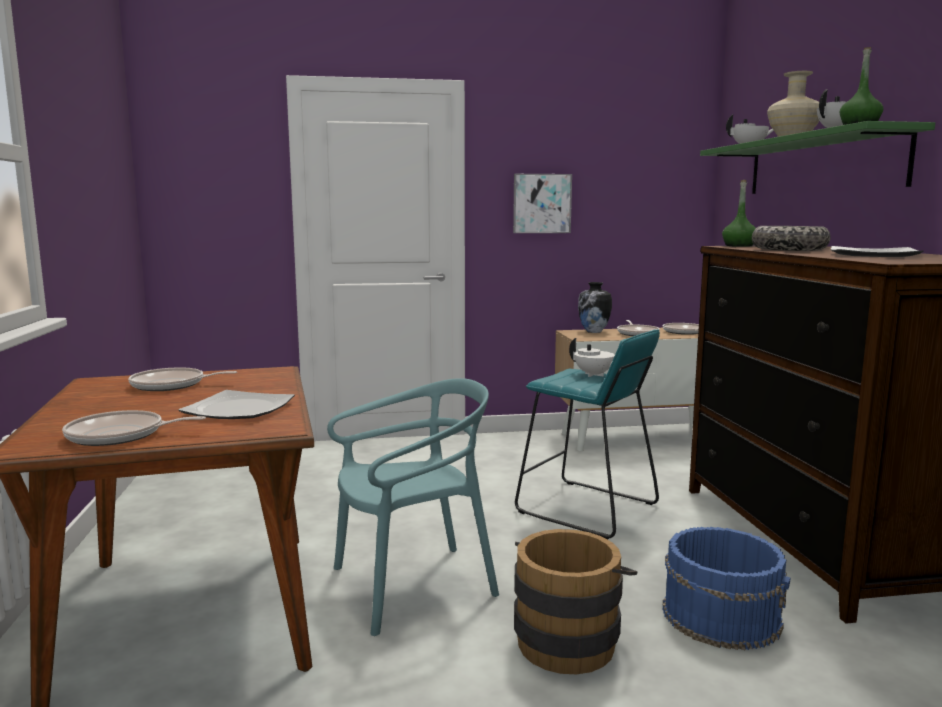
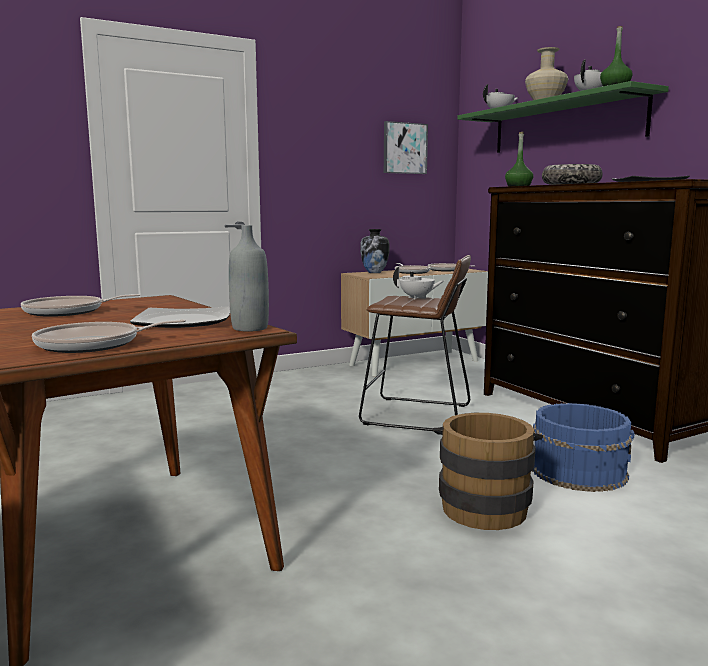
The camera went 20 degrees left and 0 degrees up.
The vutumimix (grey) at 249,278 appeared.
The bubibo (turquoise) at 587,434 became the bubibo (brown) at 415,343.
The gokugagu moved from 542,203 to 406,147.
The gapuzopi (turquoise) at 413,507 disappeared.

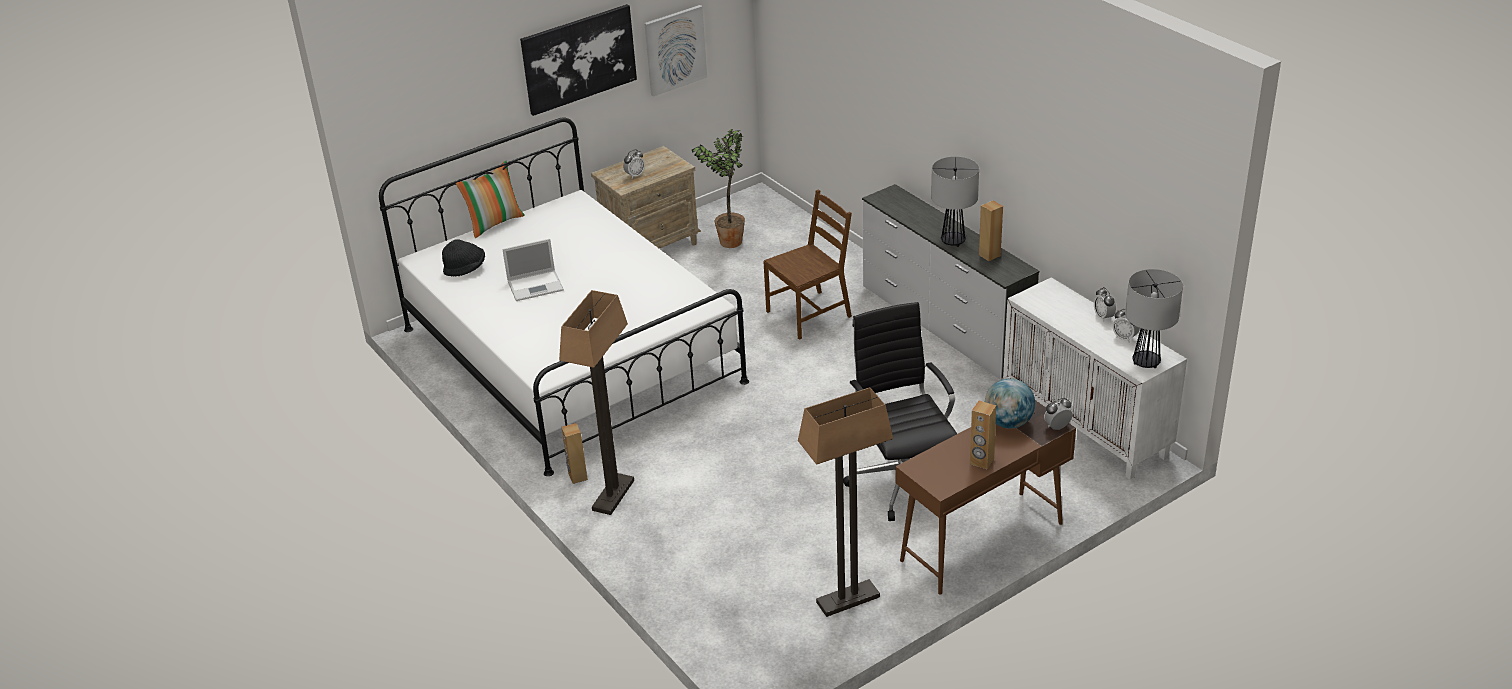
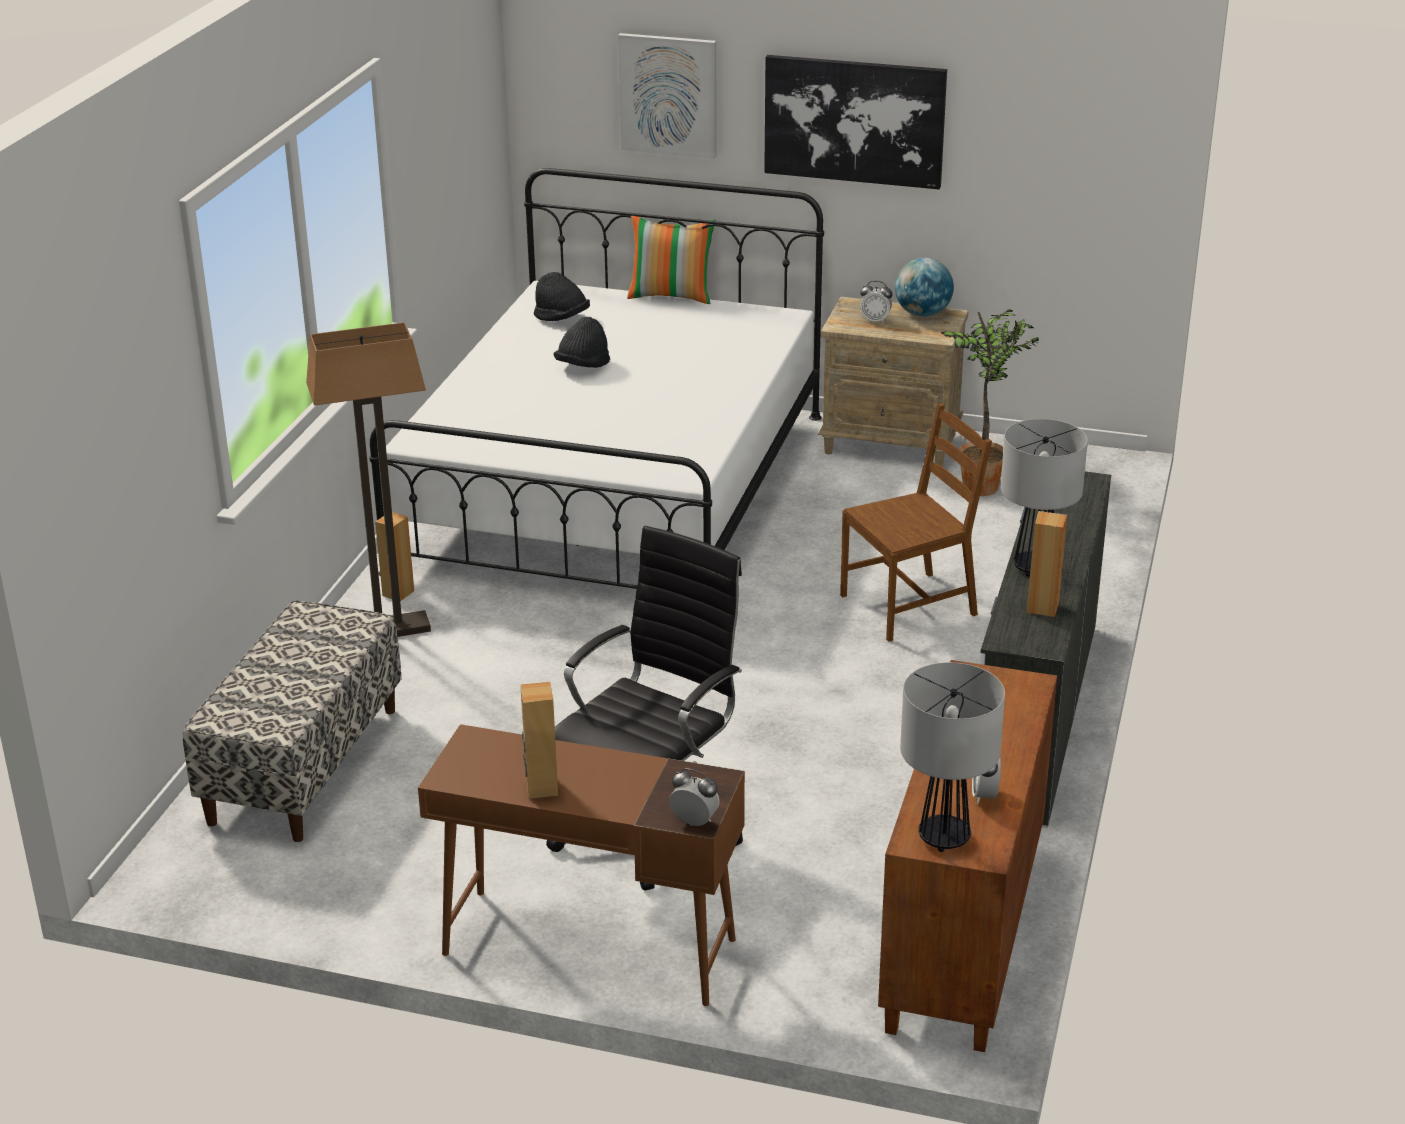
The camera went 50 degrees right and 5 degrees down.
The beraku at 292,721 appeared.
The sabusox at 533,270 was replaced by the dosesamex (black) at 581,342.
The gokugagu moved from 675,51 to 667,95.
The gapuzopi (brown) at 807,264 turned 45 degrees counterclockwise.
The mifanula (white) at 1095,378 became the mifanula (brown) at 967,856.
The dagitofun moved from 1010,403 to 924,287.
The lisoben at 845,502 disappeared.
The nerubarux at 1105,304 disappeared.

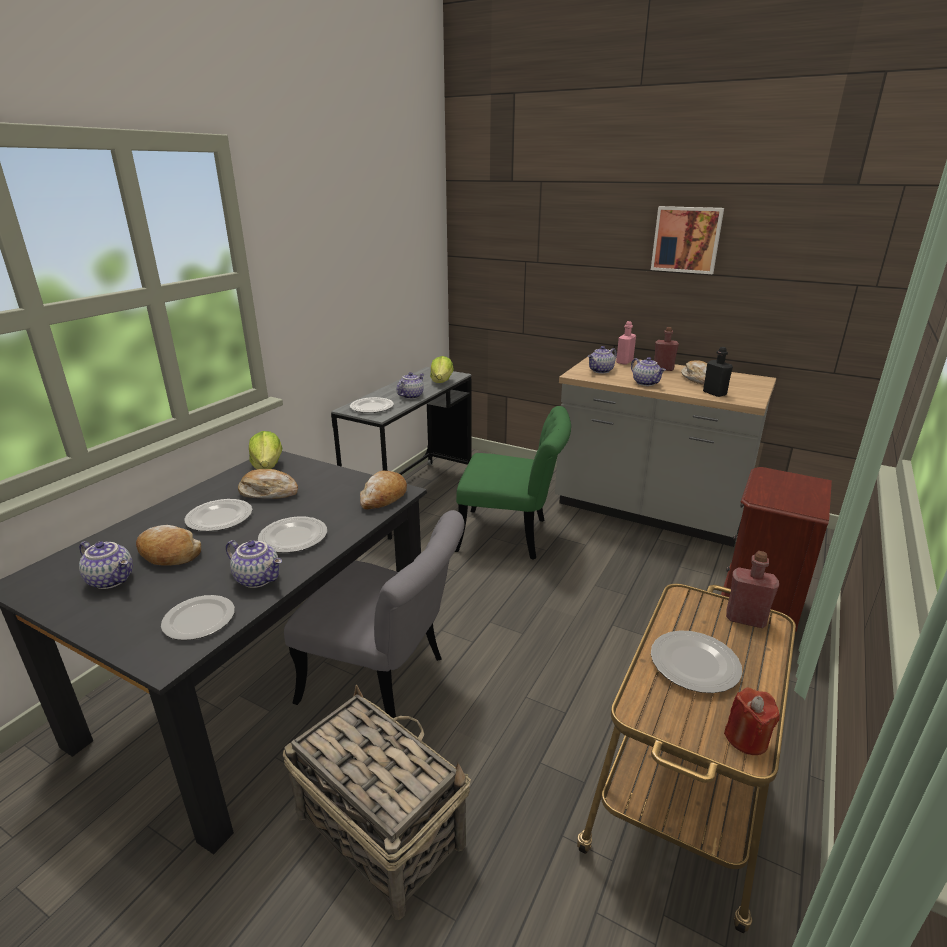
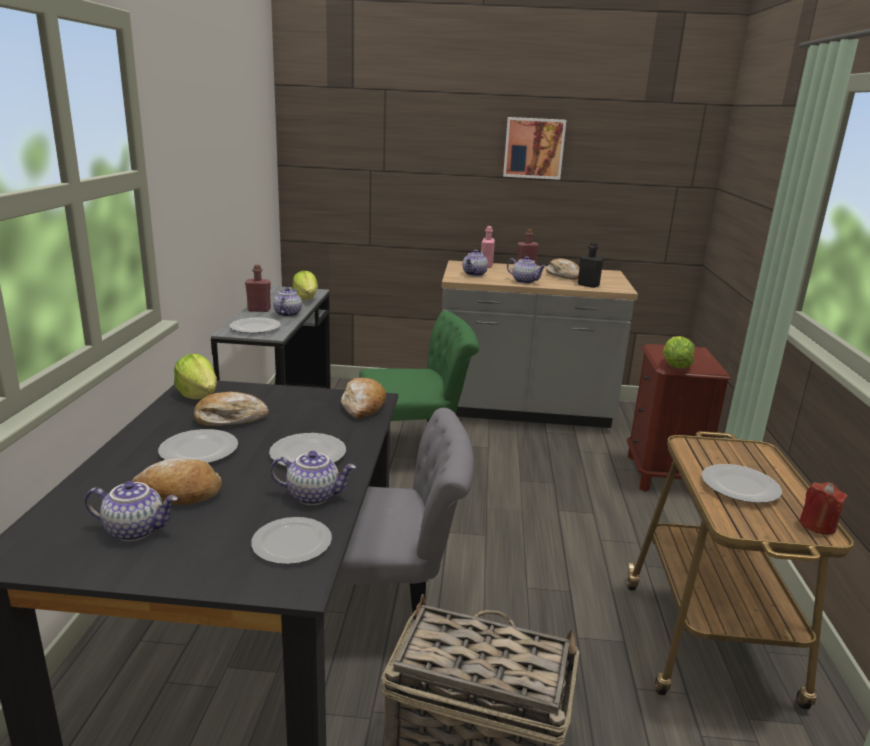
The camera went 25 degrees left and 5 degrees down.
The vutumimix (red) moved from 752,589 to 258,288.
The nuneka at 679,352 appeared.

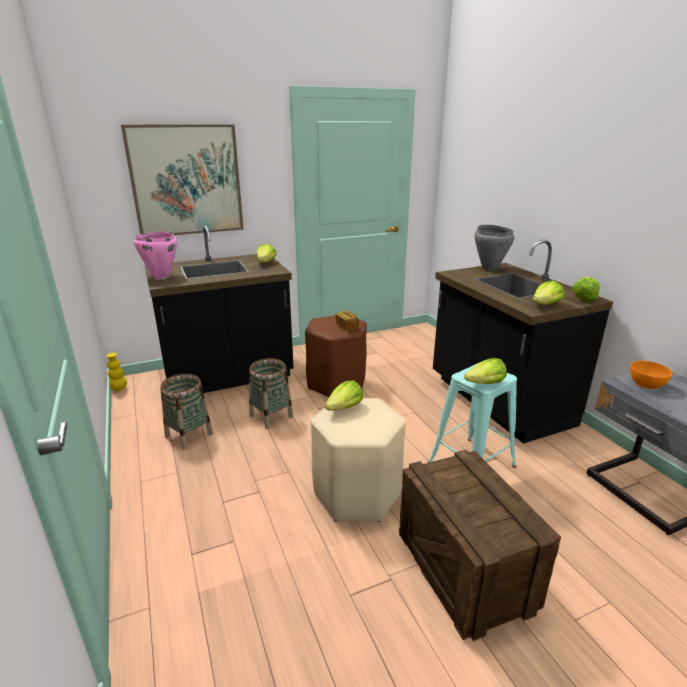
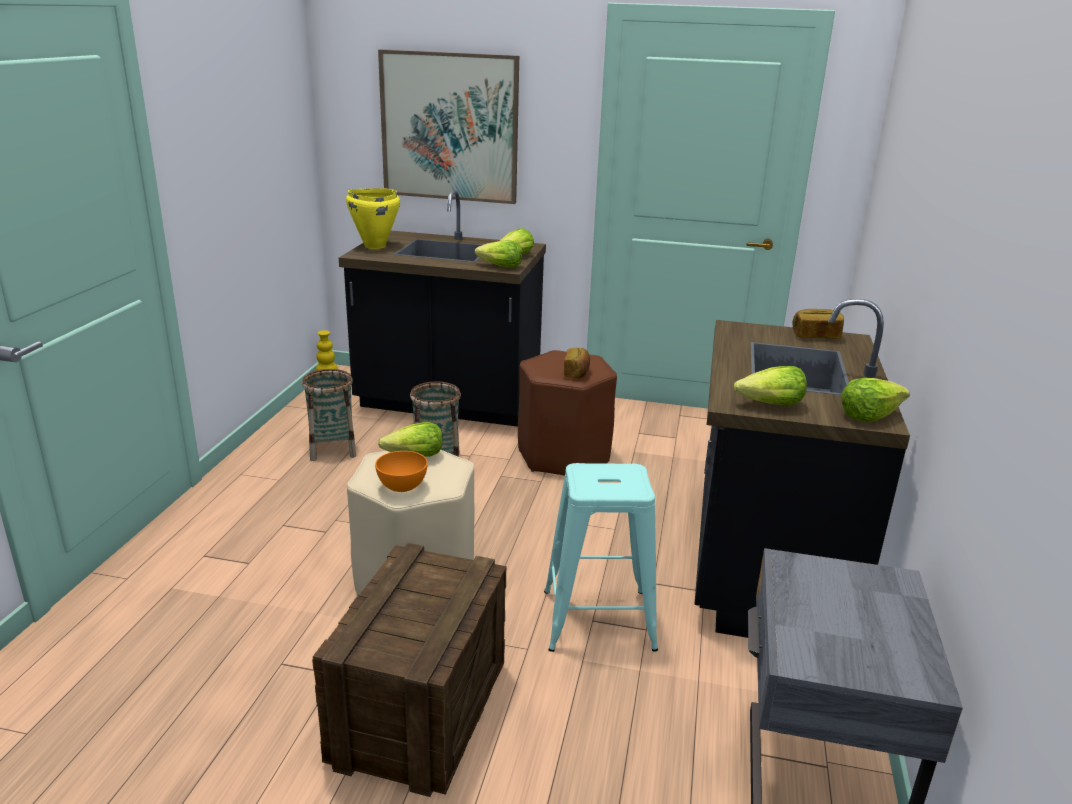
The camera went 35 degrees right and 0 degrees up.
The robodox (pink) at 155,255 became the robodox (yellow) at 373,218.
The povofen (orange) moved from 651,375 to 401,471.
The nuneka moved from 485,371 to 499,254.
The robodox (grey) at 494,248 was replaced by the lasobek at 818,324.

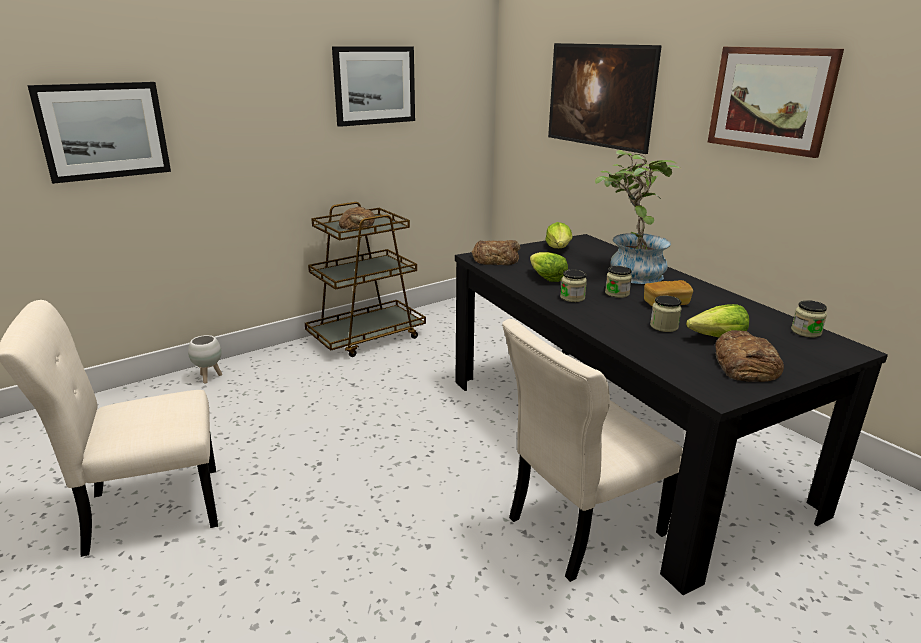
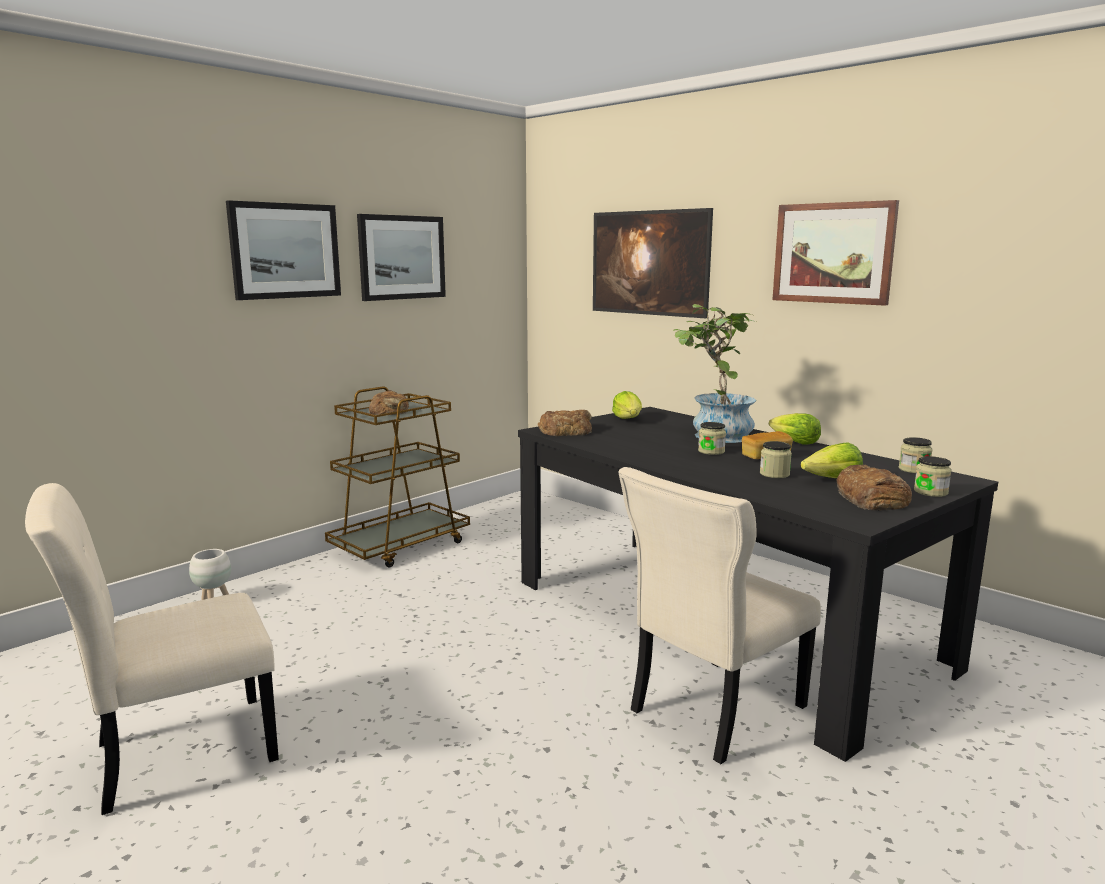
The camera went 10 degrees left and 10 degrees down.
The gokugagu moved from 99,133 to 283,250.
The nuneka moved from 549,267 to 795,429.
The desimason moved from 573,286 to 933,476.

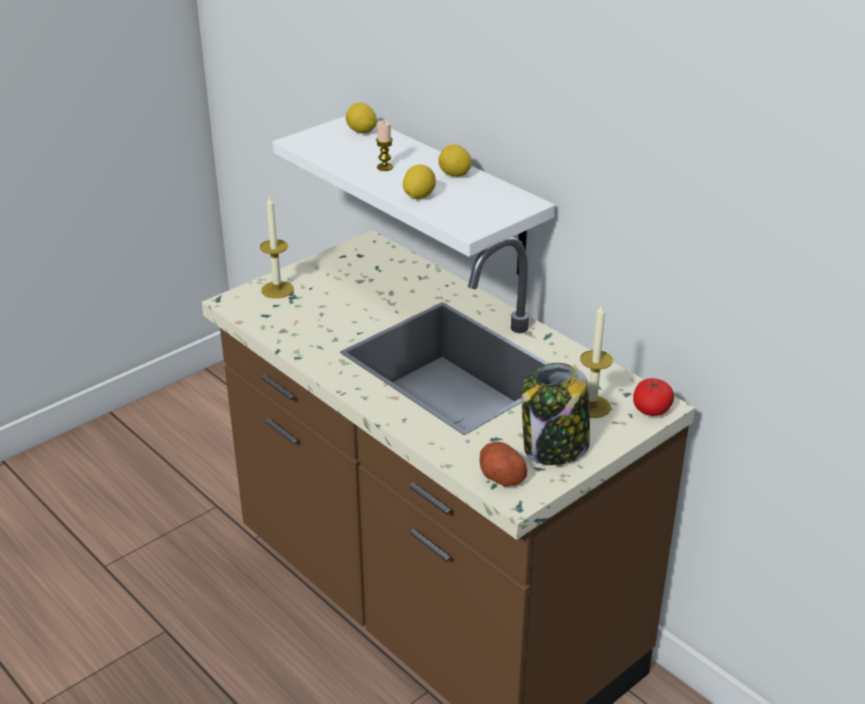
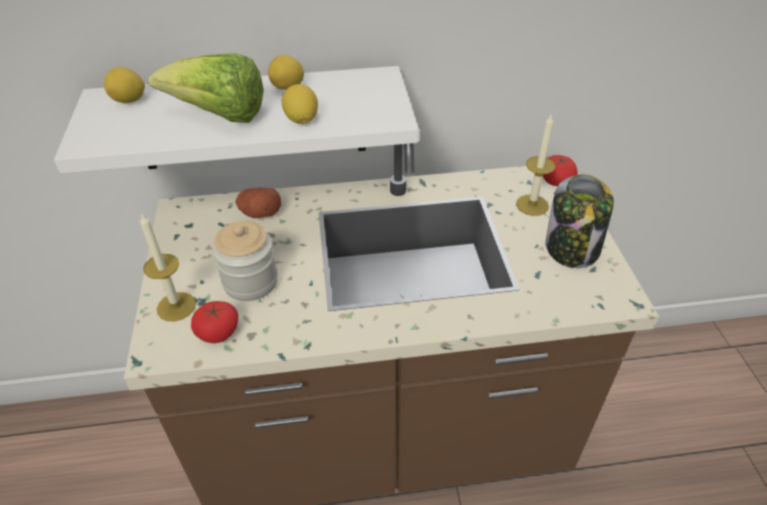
The camera went 55 degrees left and 10 degrees up.
The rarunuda at 384,146 was replaced by the nuneka at 206,88.
The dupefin at 214,322 appeared.
The desimason at 245,261 appeared.
The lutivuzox moved from 503,464 to 258,202.

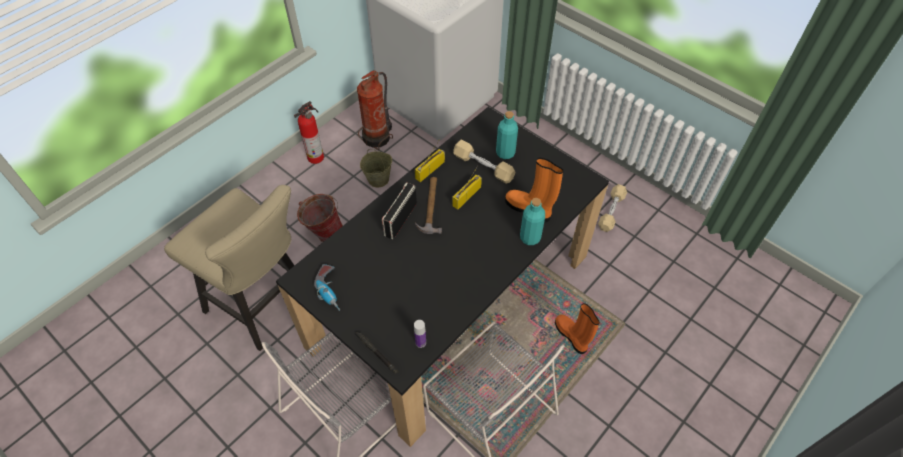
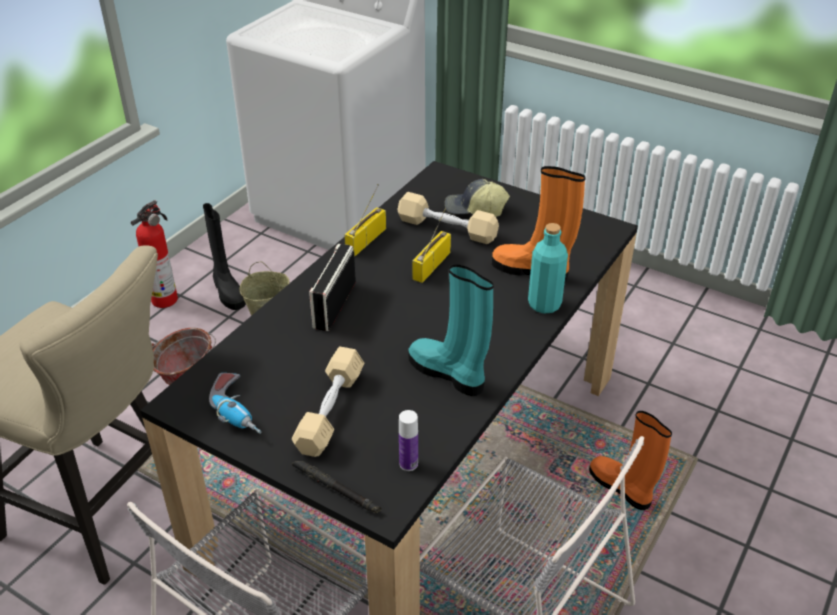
The camera went 10 degrees left and 15 degrees down.
The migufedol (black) at 224,256 appeared.
The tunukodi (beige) moved from 612,208 to 328,402.
The migufedol (turquoise) at 451,330 appeared.
The vutumimix (turquoise) at 507,135 was replaced by the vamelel at 477,198.
The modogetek at 375,110 disappeared.
The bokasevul at 428,205 disappeared.

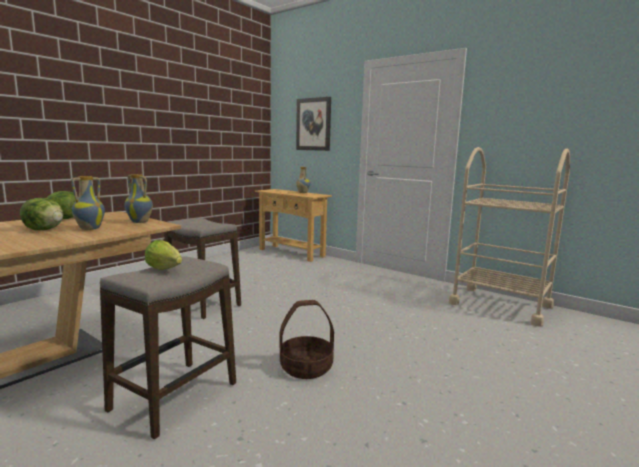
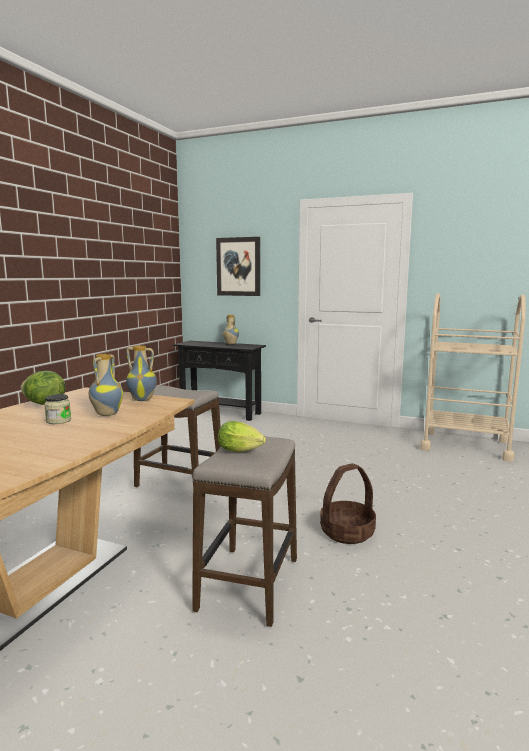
The camera went 15 degrees left and 0 degrees up.
The nuneka at 42,214 was replaced by the desimason at 57,409.
The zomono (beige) at 293,225 became the zomono (black) at 219,381.

